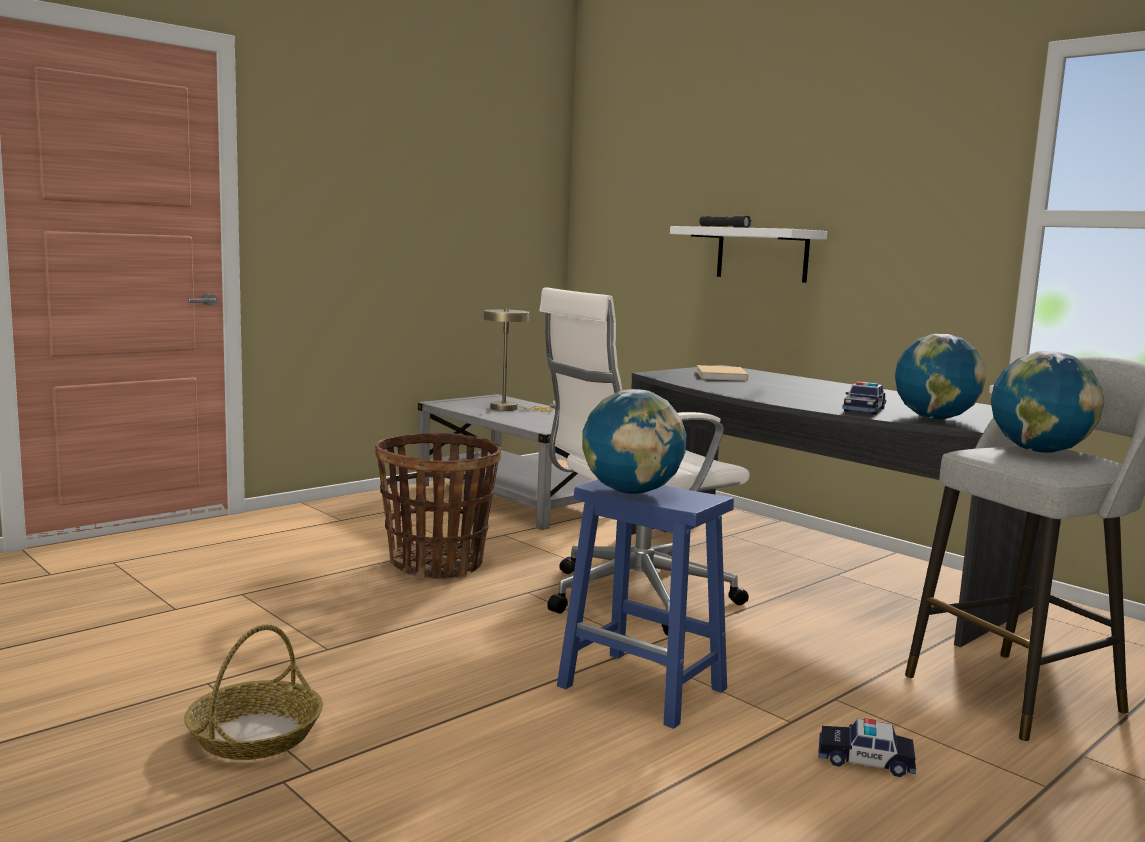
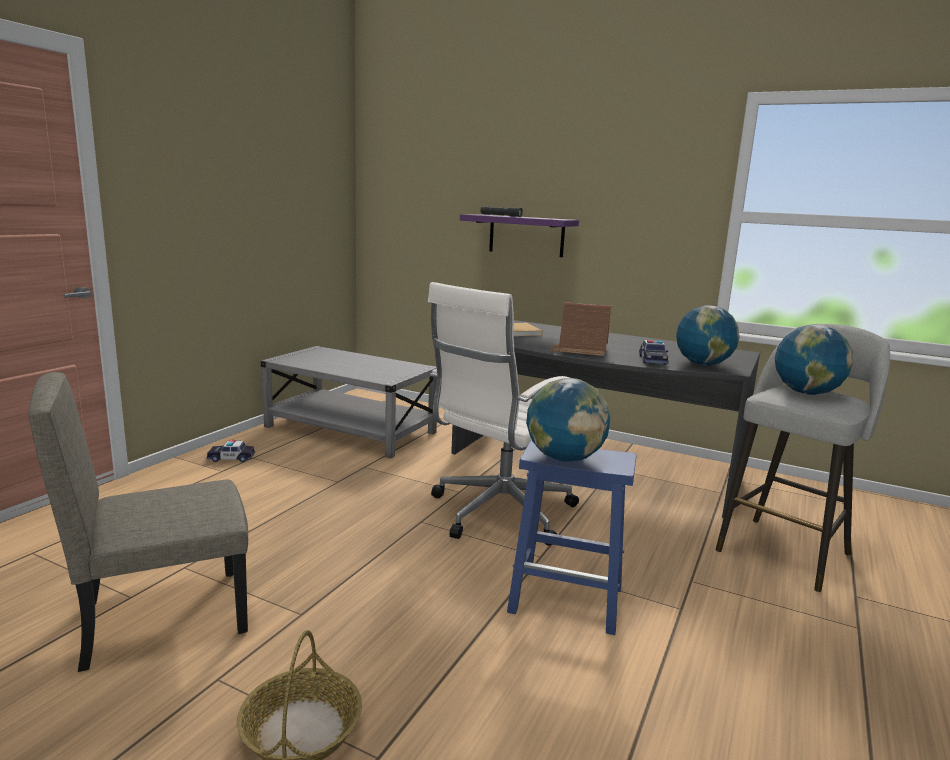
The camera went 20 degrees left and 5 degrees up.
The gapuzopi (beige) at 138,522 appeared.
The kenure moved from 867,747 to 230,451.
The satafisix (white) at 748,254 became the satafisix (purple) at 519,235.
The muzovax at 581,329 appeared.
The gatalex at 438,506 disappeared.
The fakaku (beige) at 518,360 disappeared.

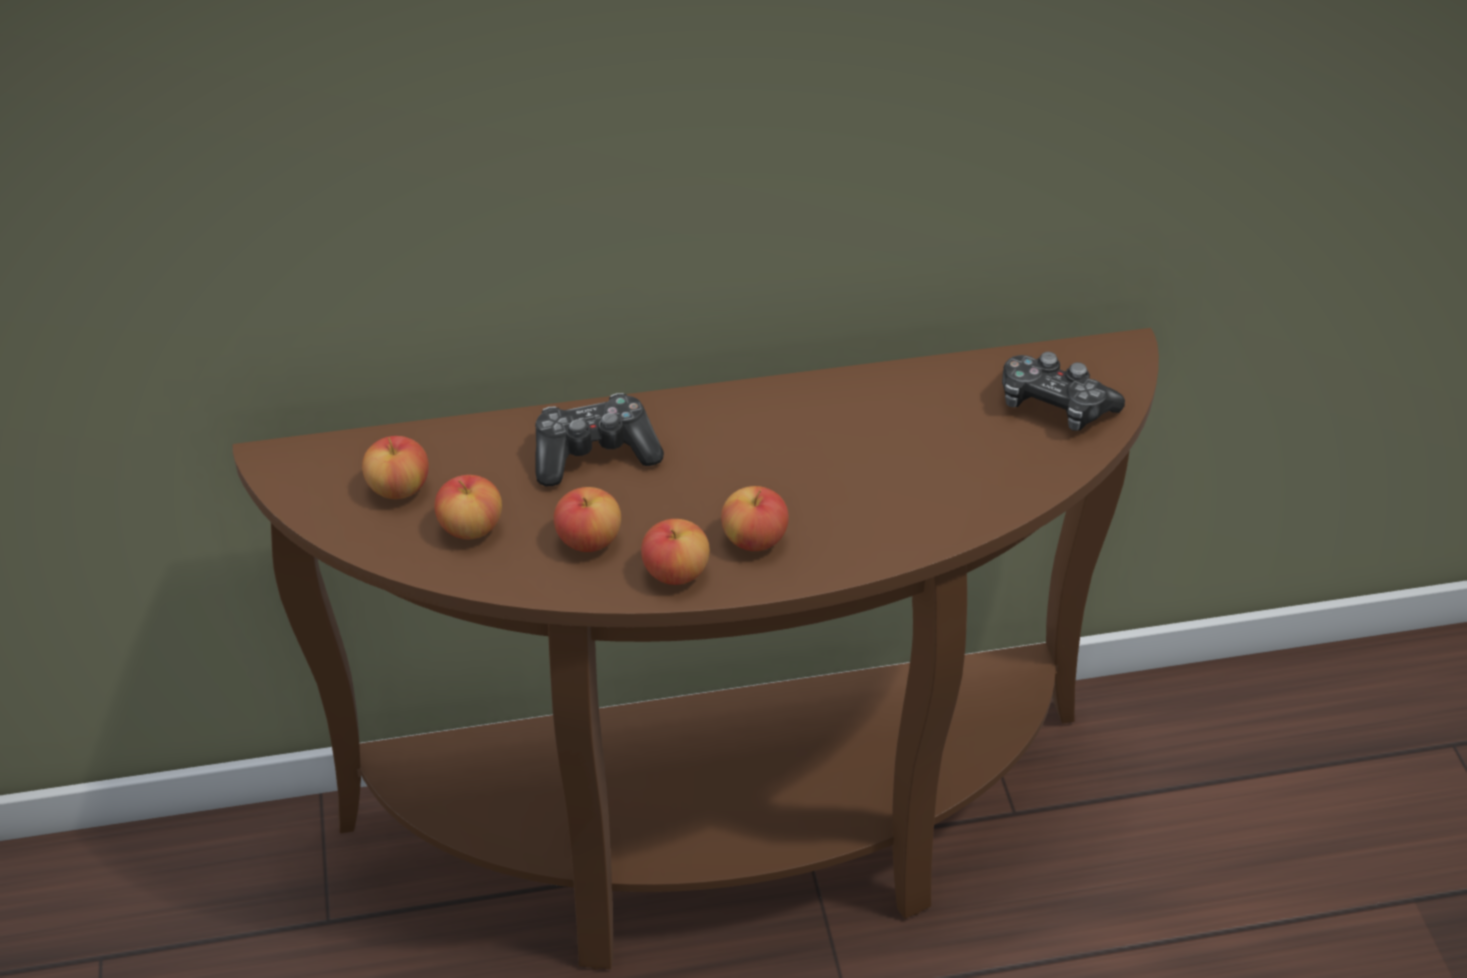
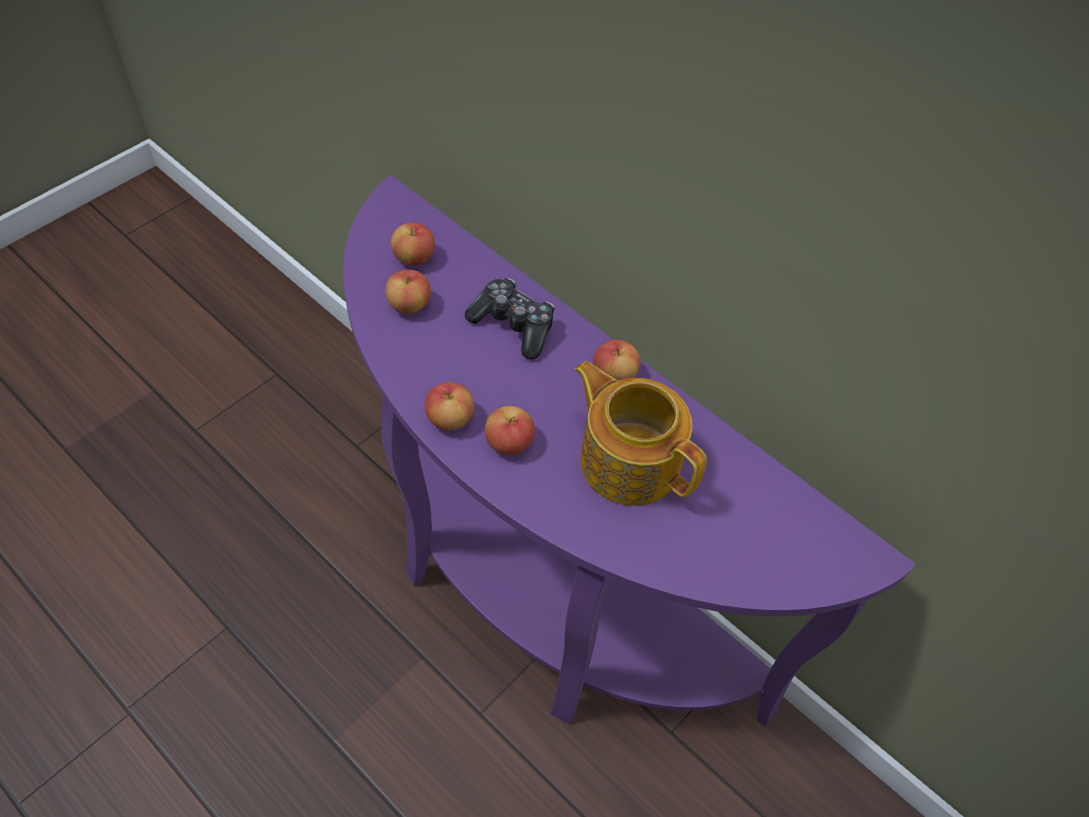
The camera went 50 degrees right and 10 degrees up.
The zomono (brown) at 696,649 became the zomono (purple) at 629,451.
The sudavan at 640,433 appeared.
The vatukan moved from 587,519 to 617,360.
The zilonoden at 1063,391 disappeared.

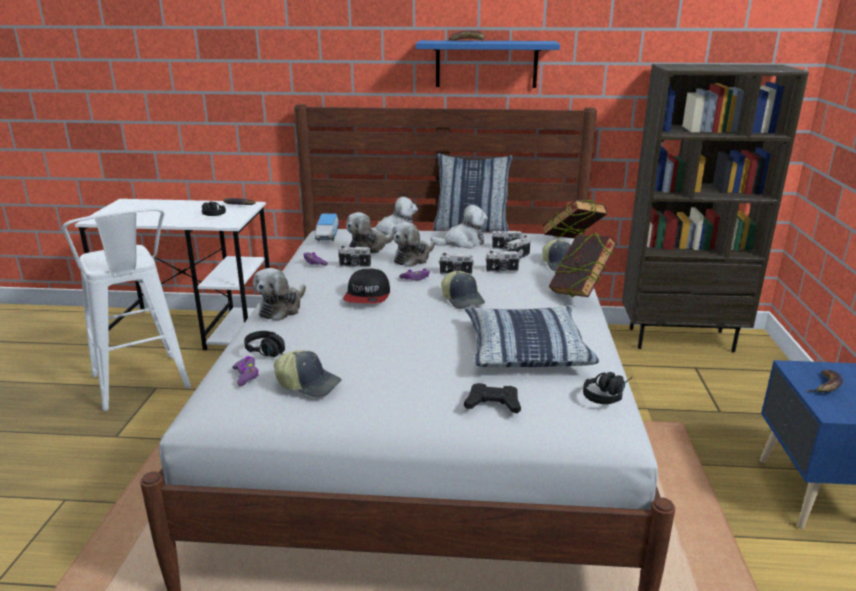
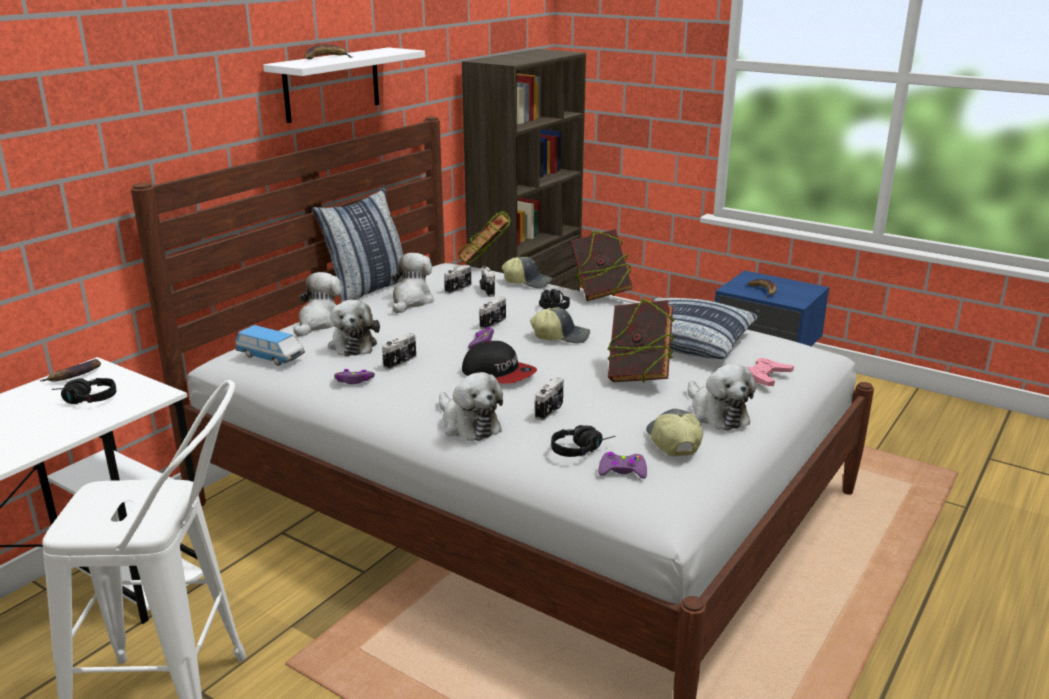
The camera went 60 degrees left and 0 degrees up.
The satafisix (blue) at 488,64 became the satafisix (white) at 344,85.
The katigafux moved from 502,261 to 549,399.
The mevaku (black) moved from 607,388 to 554,299.
The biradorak at 641,340 appeared.
The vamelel at 308,374 turned 60 degrees counterclockwise.
The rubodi moved from 413,244 to 722,397.
The zilonoden (black) at 492,398 became the zilonoden (pink) at 770,372.

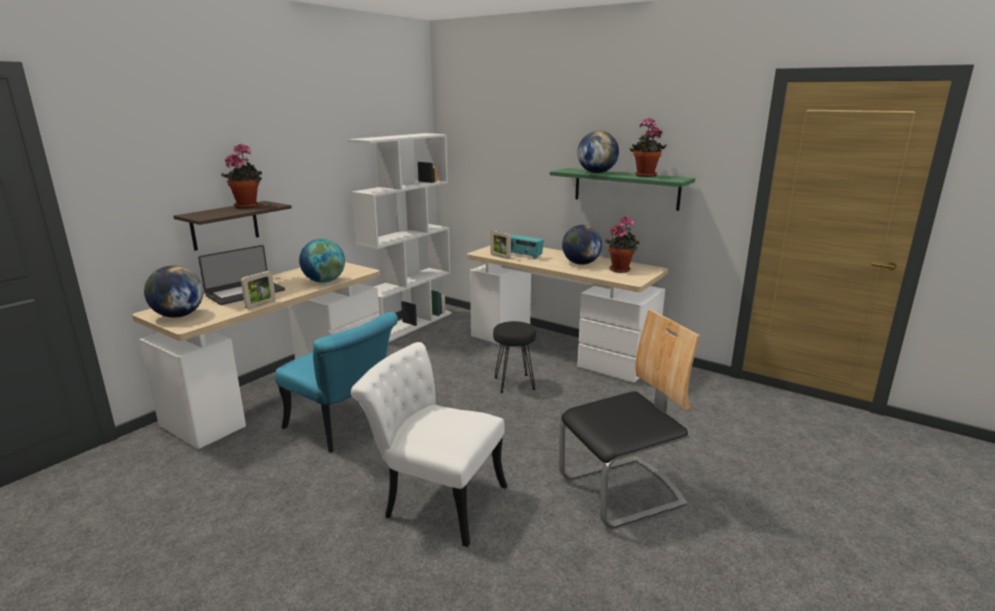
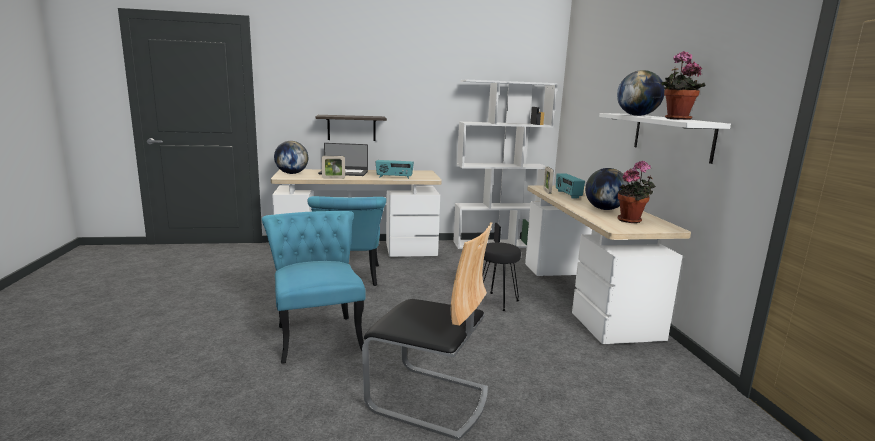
The camera went 45 degrees right and 5 degrees down.
The gapuzopi (white) at 429,444 became the gapuzopi (turquoise) at 314,287.
The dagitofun at 322,261 was replaced by the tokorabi at 394,169.
The satafisix (green) at 622,189 became the satafisix (white) at 665,138.
The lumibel at 241,176 disappeared.

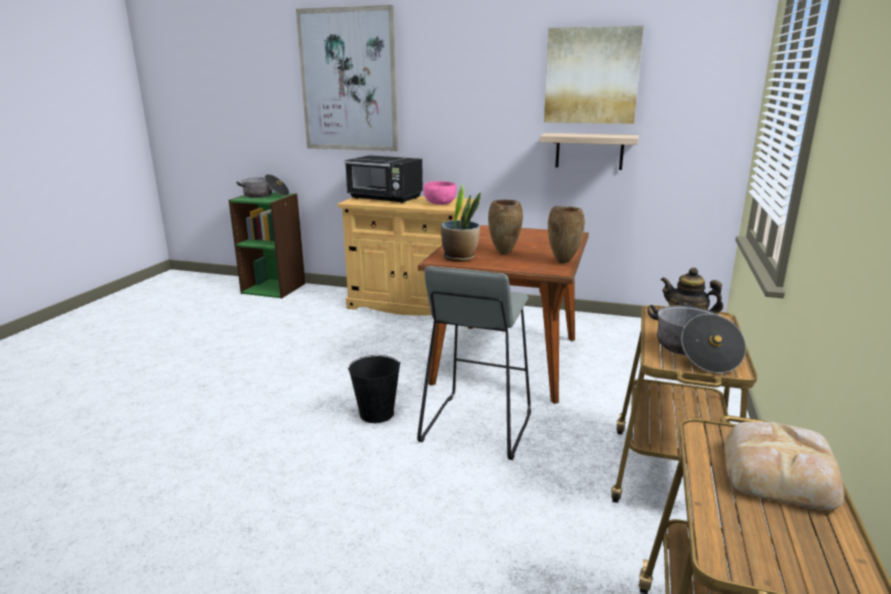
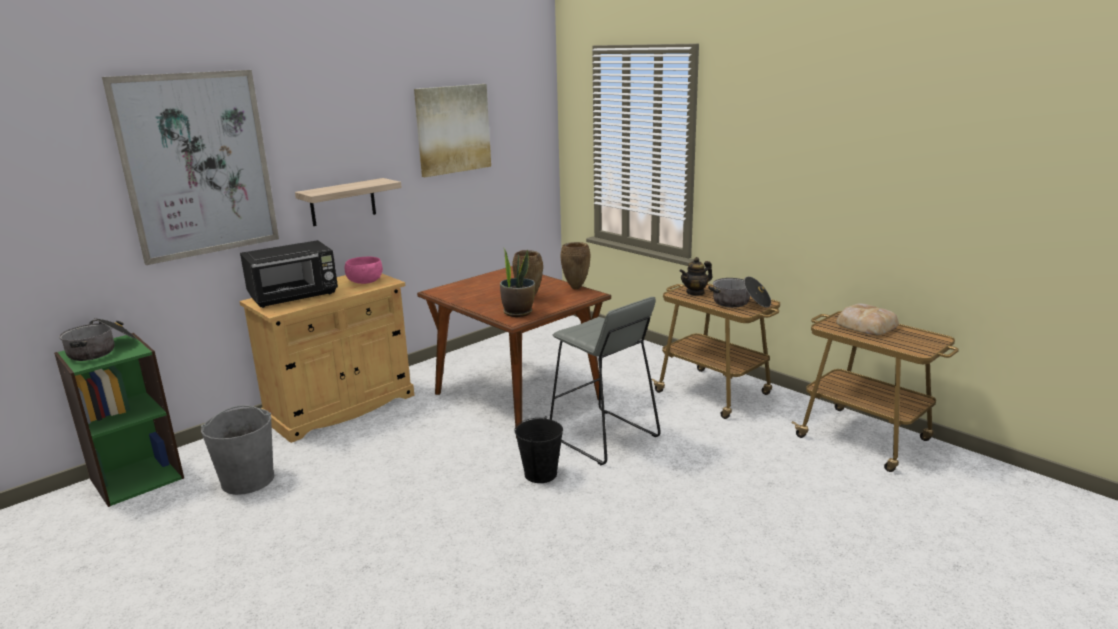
The camera went 60 degrees left and 0 degrees up.
The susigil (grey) at 237,450 appeared.
The satafisix moved from 589,151 to 348,202.

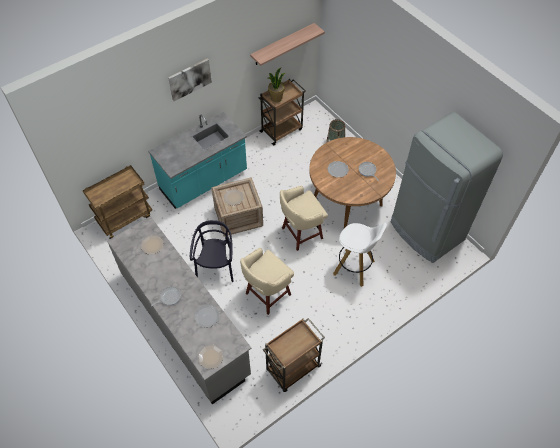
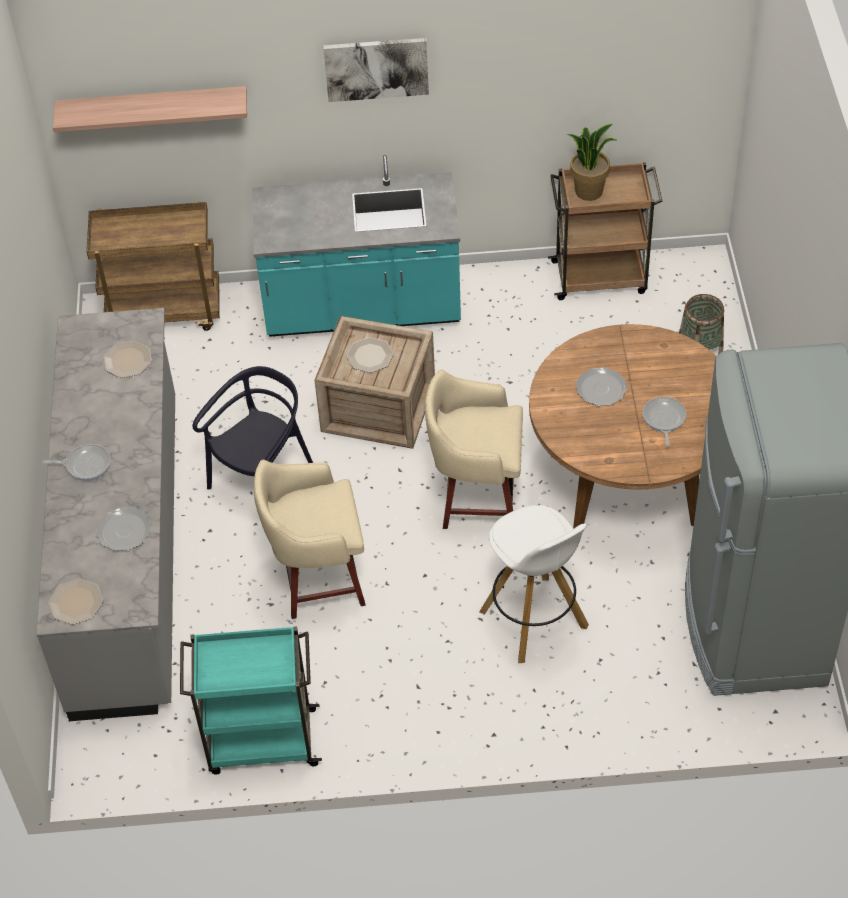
The camera went 35 degrees right and 5 degrees down.
The satafisix moved from 287,44 to 150,109.
The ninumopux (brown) at 294,355 became the ninumopux (turquoise) at 251,700.

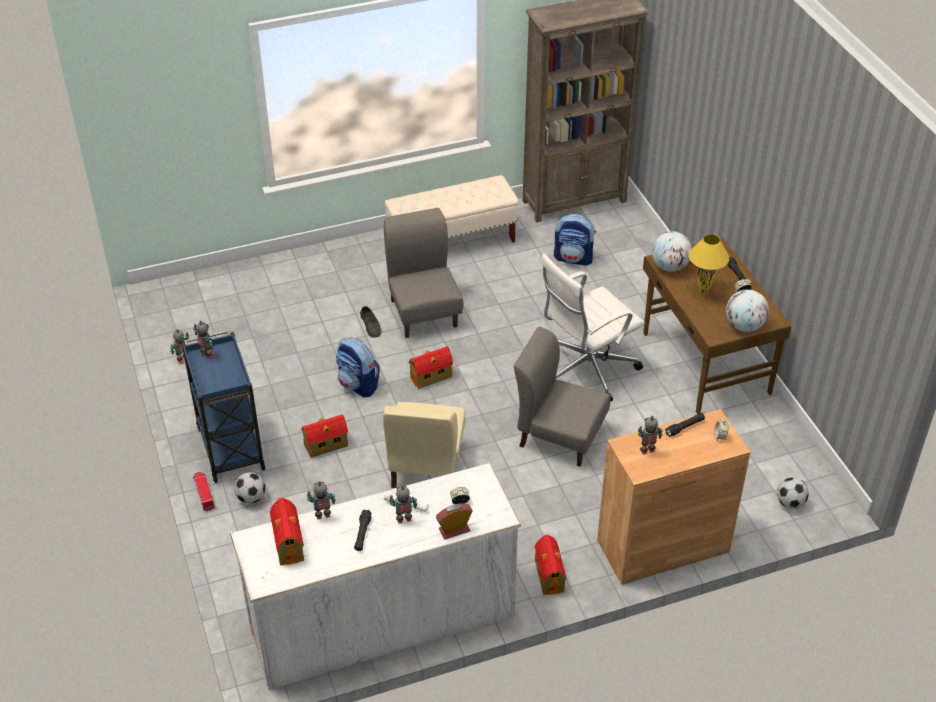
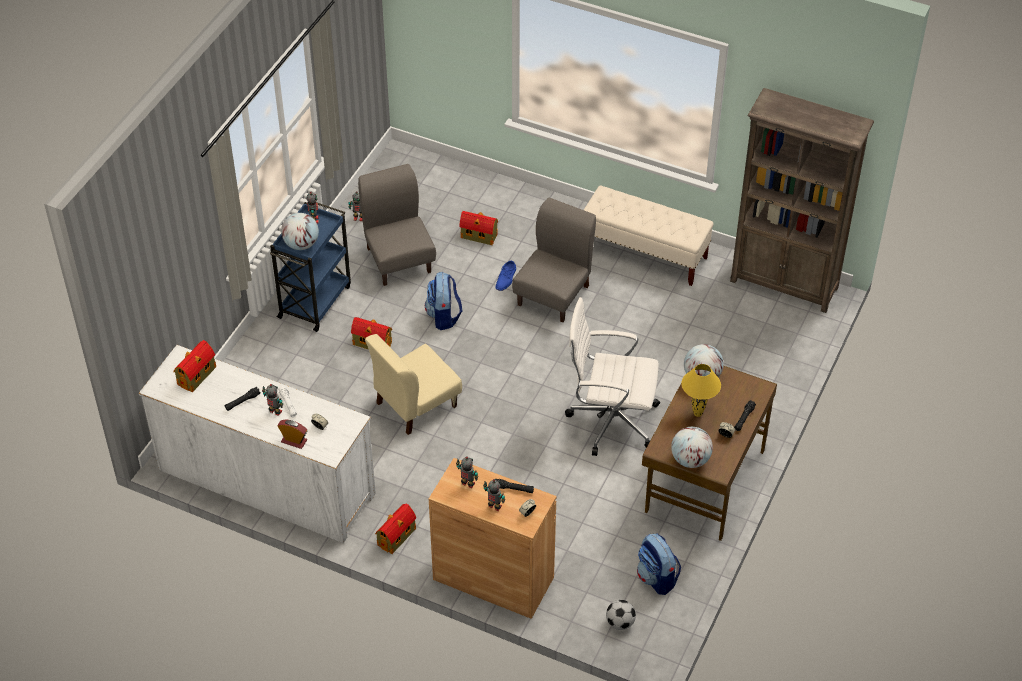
The camera went 45 degrees right and 5 degrees up.
The dagitofun at 300,231 appeared.
The gapuzopi (grey) moved from 562,397 to 397,225.
The muzovax moved from 431,367 to 478,228.
The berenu moved from 321,500 to 494,495.
The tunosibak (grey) at 370,322 became the tunosibak (blue) at 505,276.
The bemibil moved from 575,240 to 659,564.
The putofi at 204,491 disappeared.
The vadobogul at 249,488 disappeared.

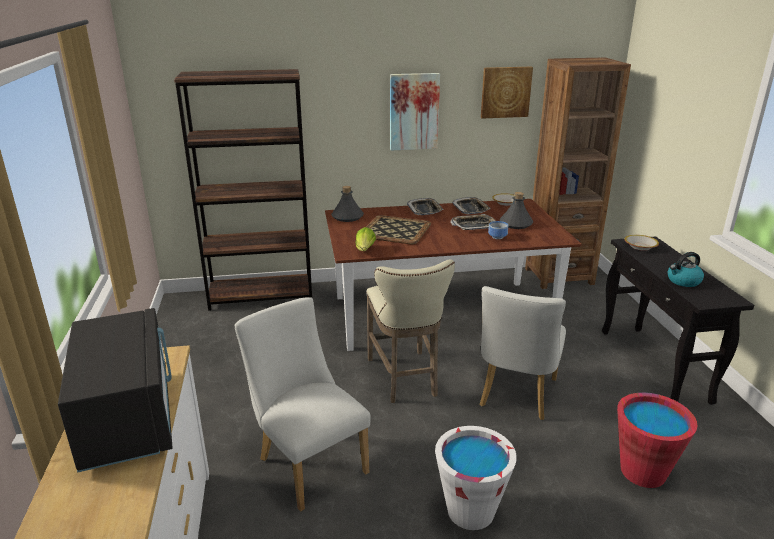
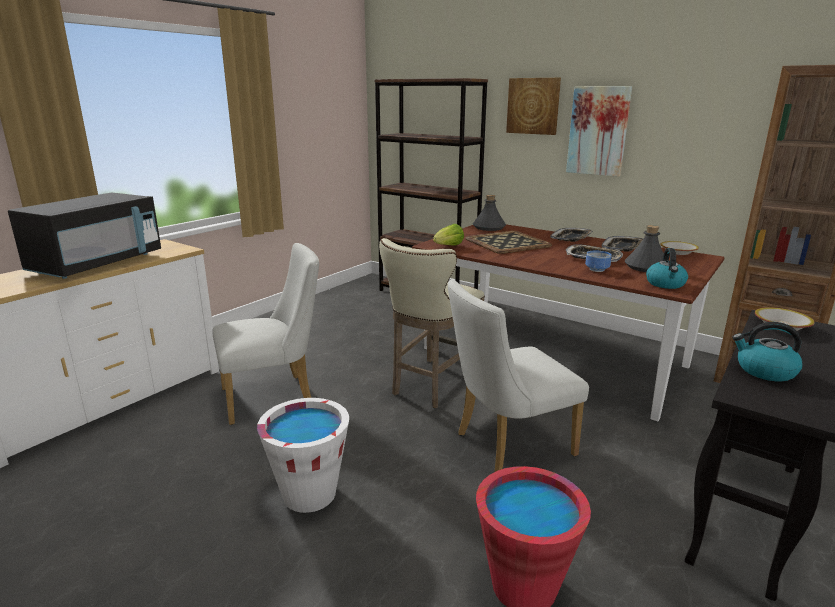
The camera went 45 degrees right and 5 degrees down.
The gapuzopi (white) at 303,404 turned 60 degrees clockwise.
The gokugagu moved from 507,93 to 533,106.
The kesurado at 667,268 appeared.

